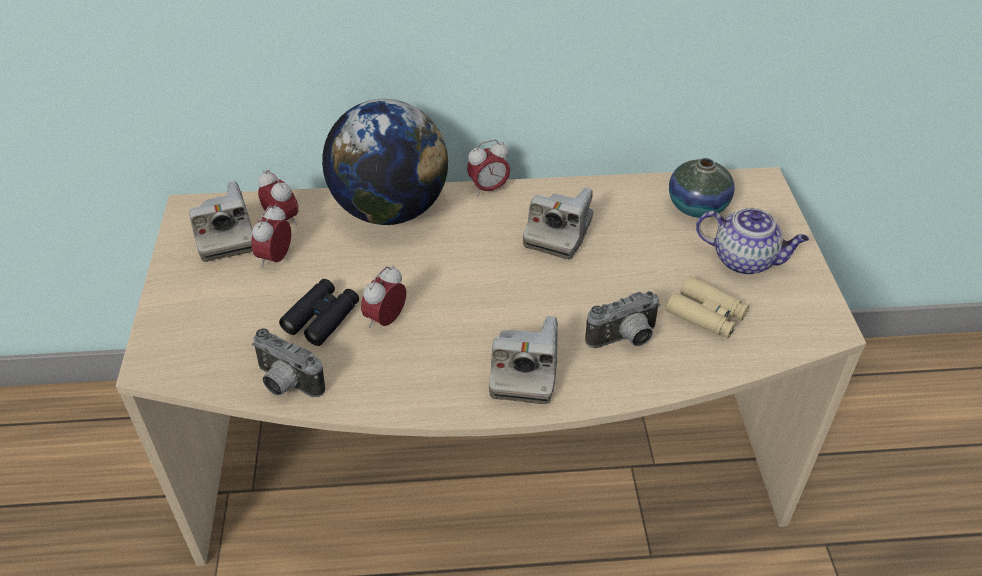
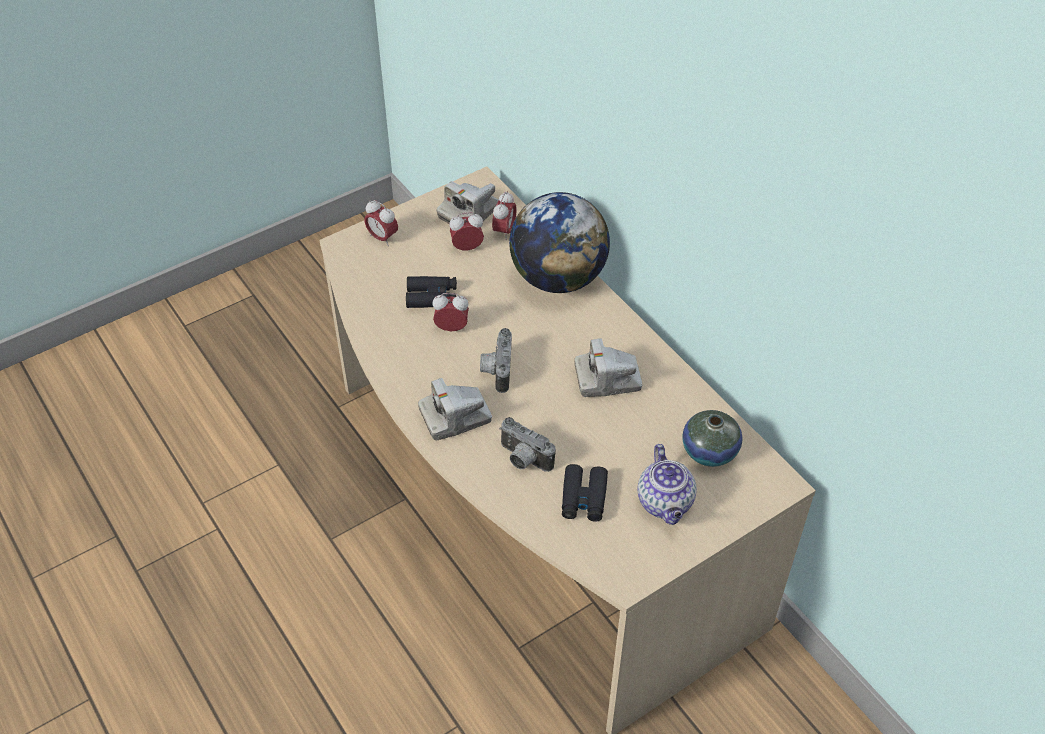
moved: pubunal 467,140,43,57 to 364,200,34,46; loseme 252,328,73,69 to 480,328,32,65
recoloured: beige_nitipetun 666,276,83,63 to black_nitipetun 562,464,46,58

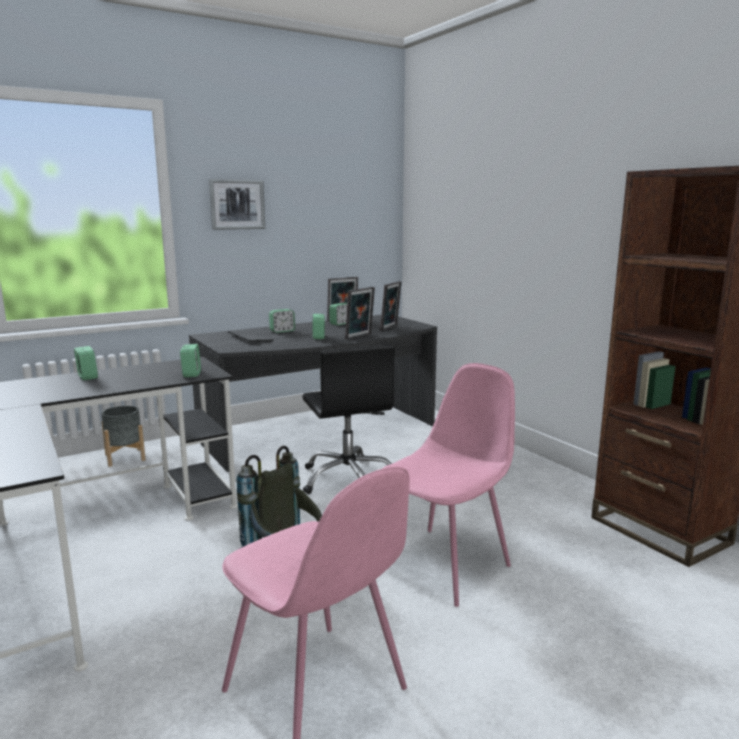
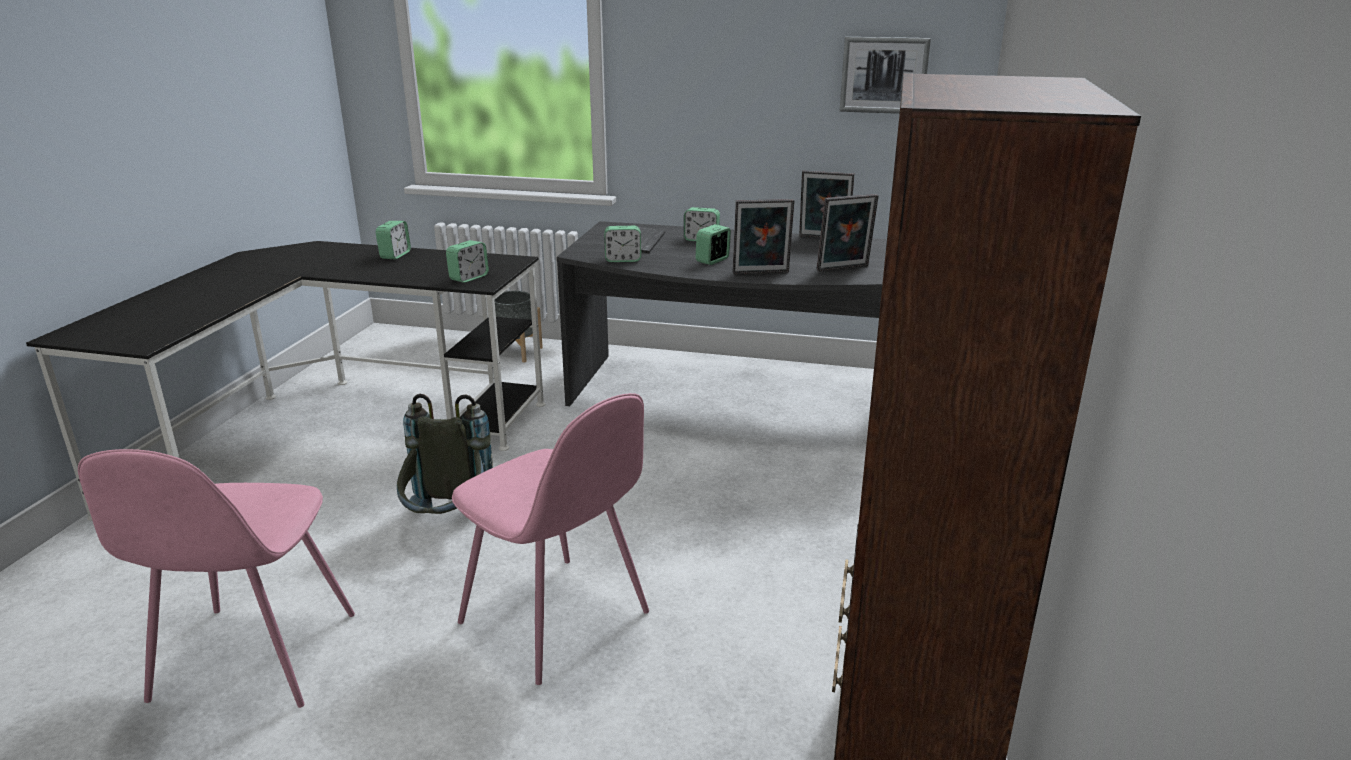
removed: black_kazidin 302,345,93,149
moved: pubunal 329,303,18,22 to 604,226,37,36; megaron 209,179,56,51 to 840,37,91,77
turned: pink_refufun 382,363,133,244 = 452,393,197,292 45 degrees clockwise

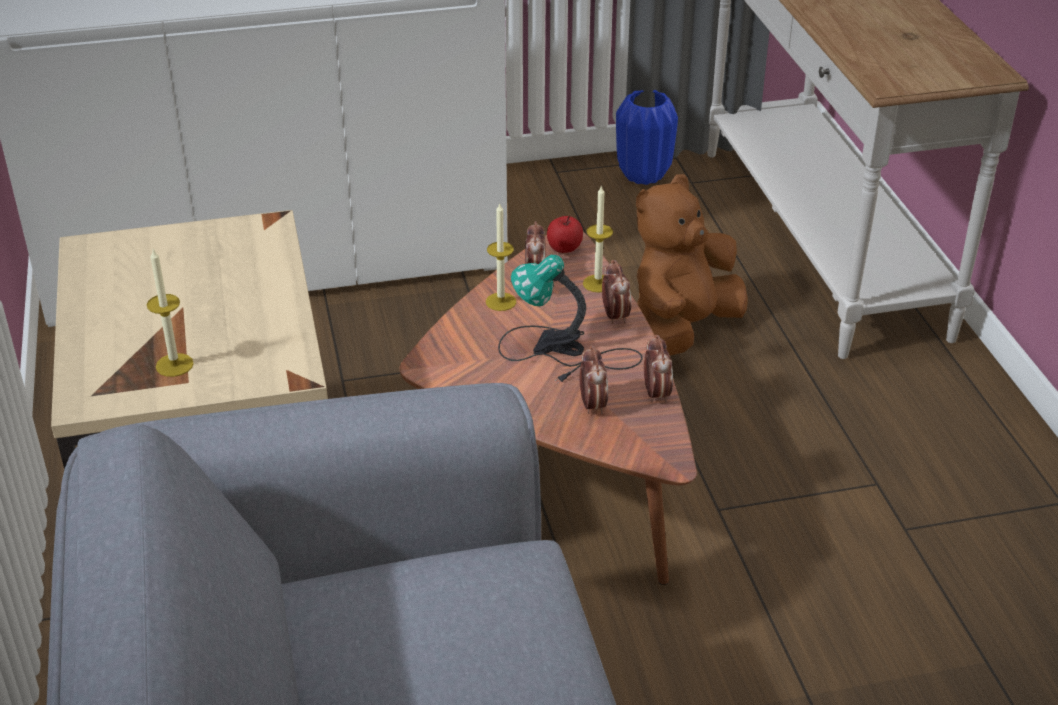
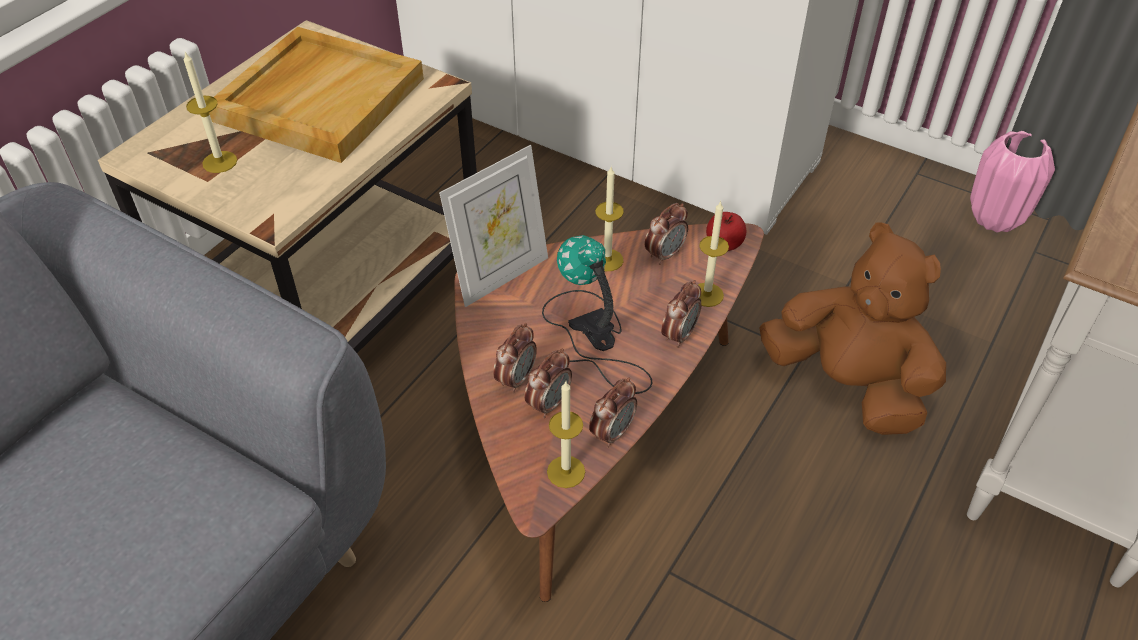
added: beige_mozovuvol 209,27,215,136; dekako 439,145,109,162; pubunal 493,323,43,70; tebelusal 547,381,38,107
recoloured: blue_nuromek 616,90,62,95 to pink_nuromek 970,131,85,102
turned: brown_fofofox 636,174,112,182 = 759,222,187,213 45 degrees clockwise

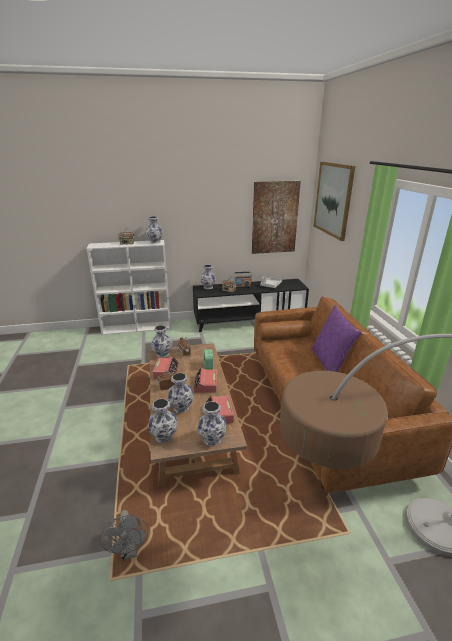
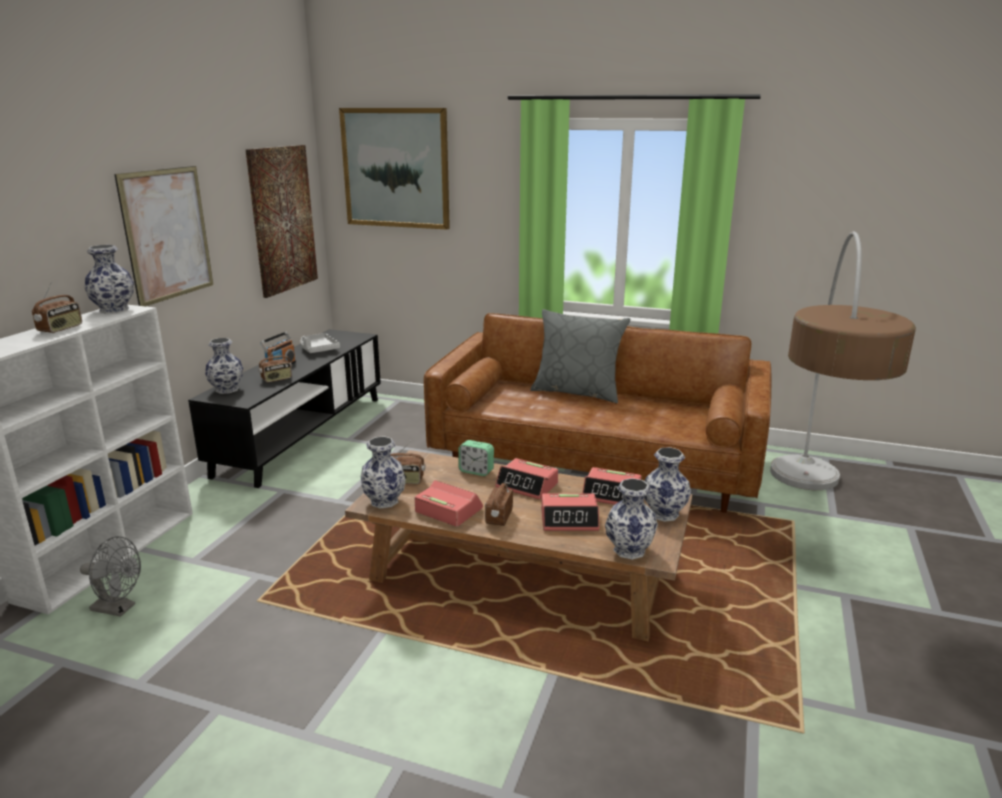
added: megaron 114,166,99,140
moved: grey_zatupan 100,510,48,51 to 80,536,61,81
replaced: nuromek 168,373,25,40 to pubunal 541,494,58,37
recoloured: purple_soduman 311,305,51,67 to grey_soduman 530,309,100,95

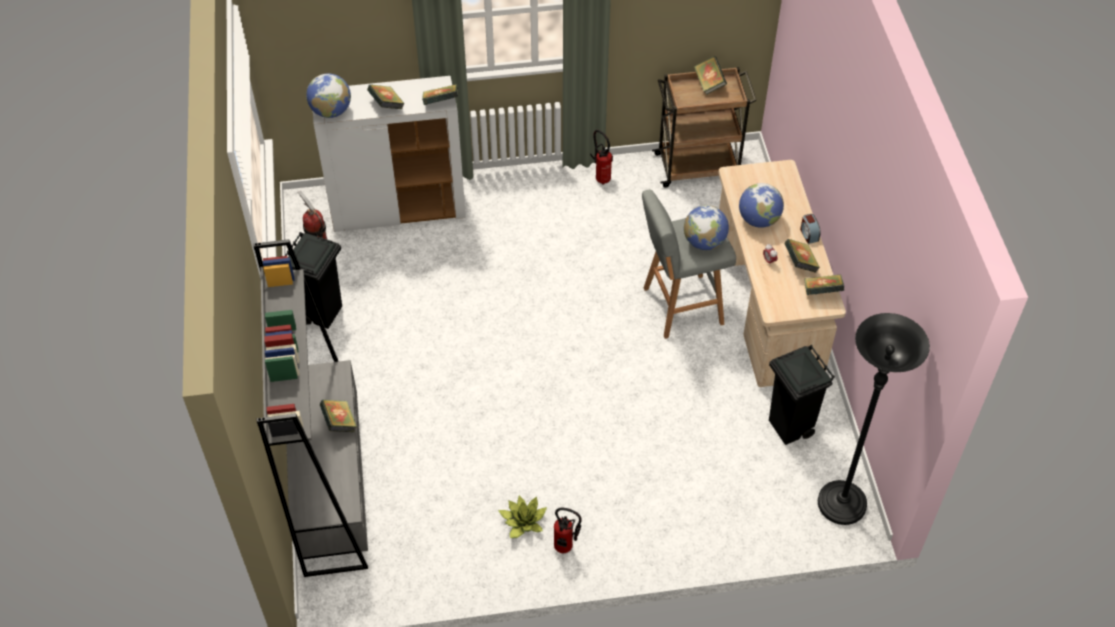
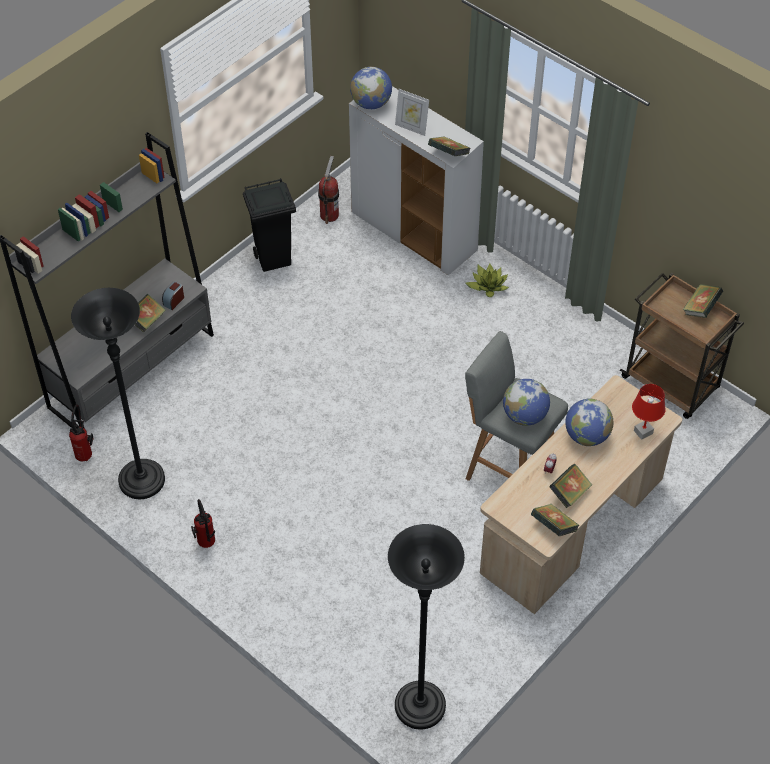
removed: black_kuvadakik 769,345,66,100
added: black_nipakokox 71,288,94,211; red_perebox 632,384,34,56
moved: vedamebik 590,130,23,55 to 69,404,25,57; pubunal 800,214,21,30 to 162,281,22,29; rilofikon 498,495,49,43 to 466,263,43,34
replaced: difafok 367,85,38,24 to dekako 395,89,34,47

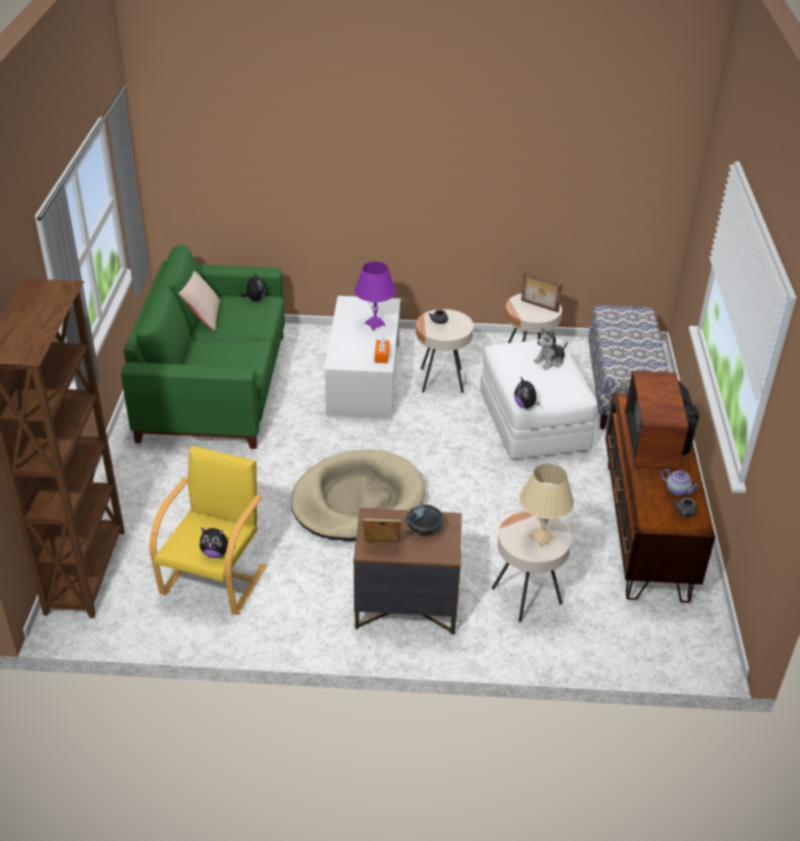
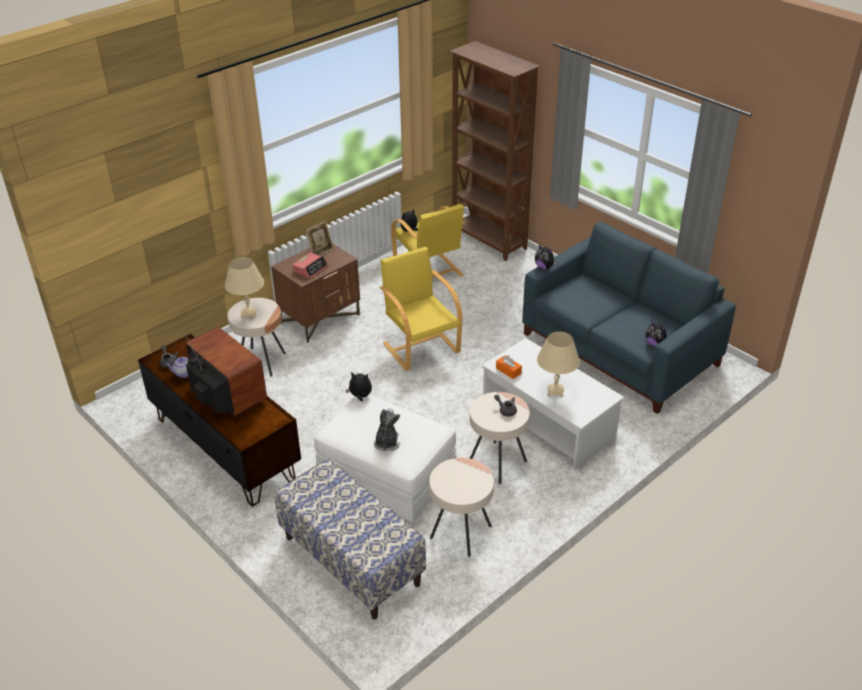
removed: beige_soduman 179,271,41,60; dekako 521,272,41,41
added: fofofox 535,245,22,24
replaced: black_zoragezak 406,504,38,32 to pubunal 293,252,35,27; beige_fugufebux 291,450,134,91 to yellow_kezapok 379,247,83,124
recoloured: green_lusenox 121,245,164,204 to blue_lusenox 522,222,214,192; purple_perebox 354,262,42,69 to beige_perebox 537,331,43,66

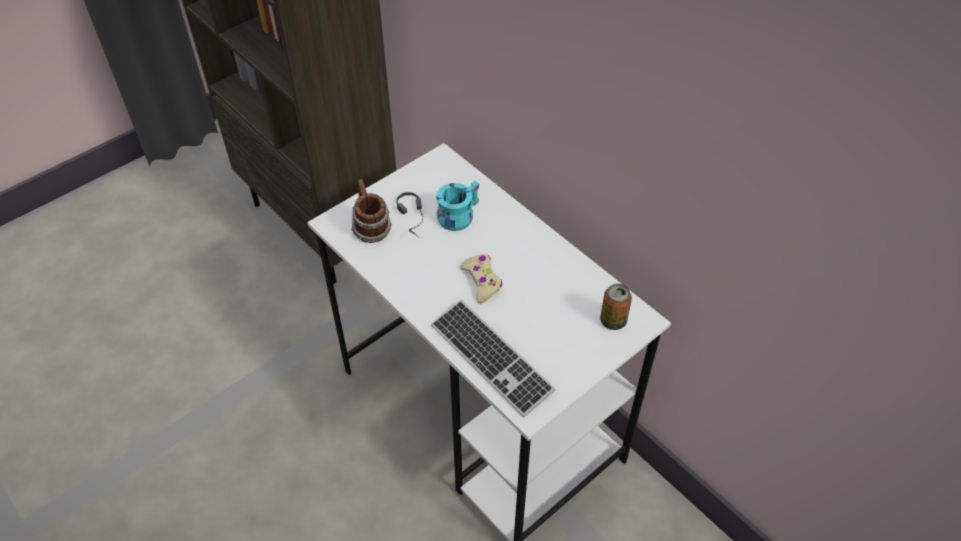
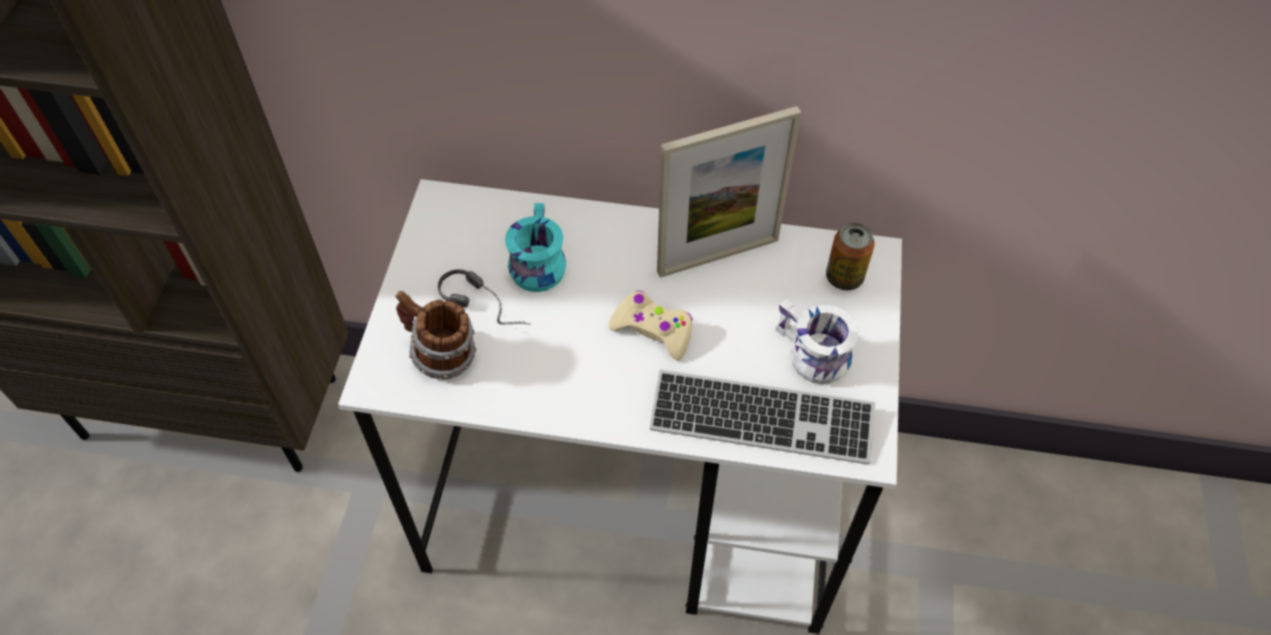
added: dekako 657,106,144,172; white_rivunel 775,299,84,85

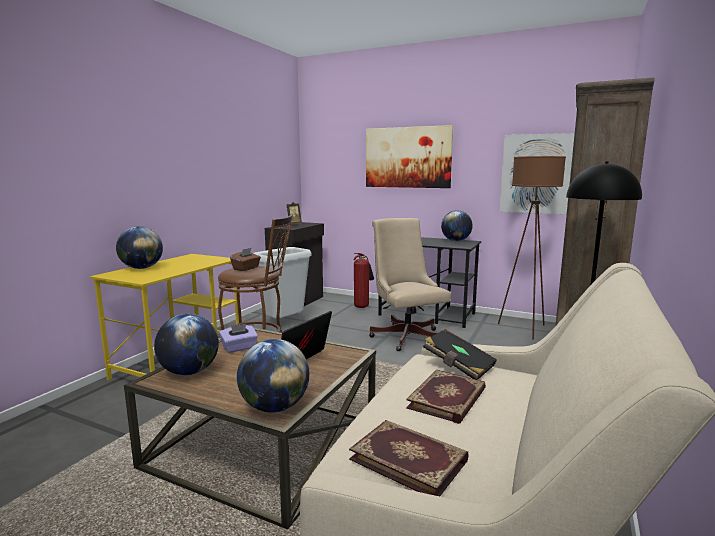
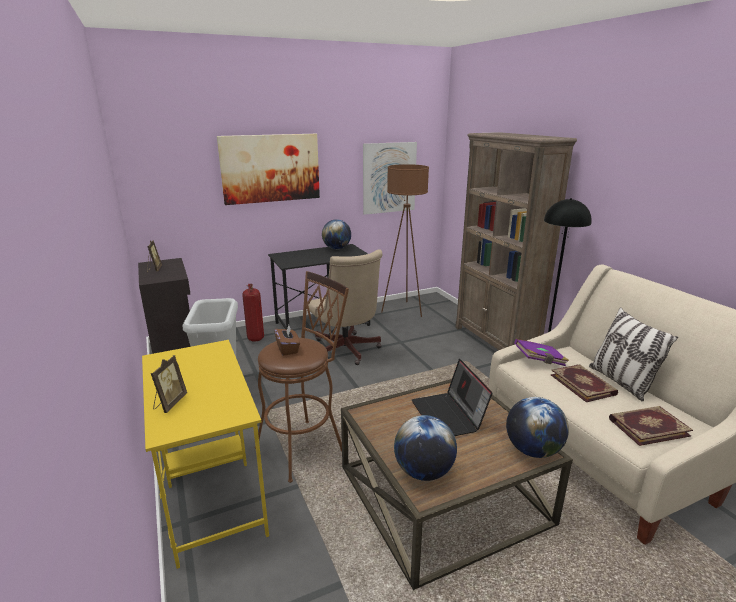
removed: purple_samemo 219,324,39,29
added: soduman 589,307,89,95
replaced: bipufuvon 116,226,47,43 to dekako 151,355,36,58
recoloured: black_difafok 423,329,74,51 to purple_difafok 514,339,55,27
turned: beige_kazidin 369,218,82,133 = 308,249,74,116 135 degrees counterclockwise

